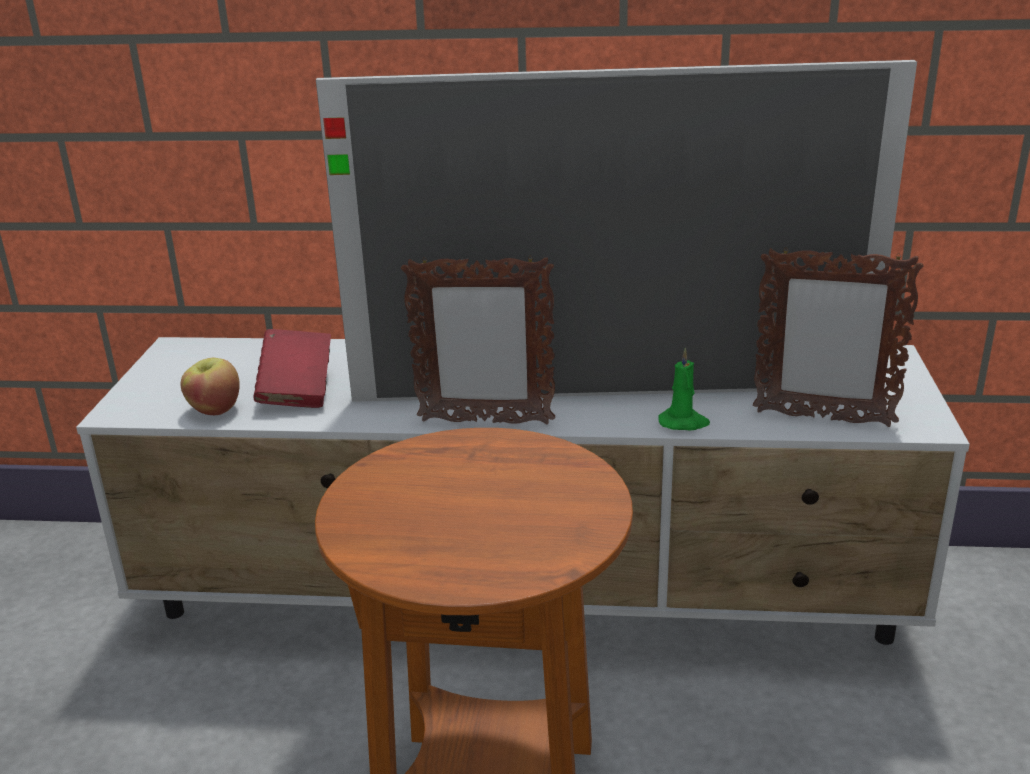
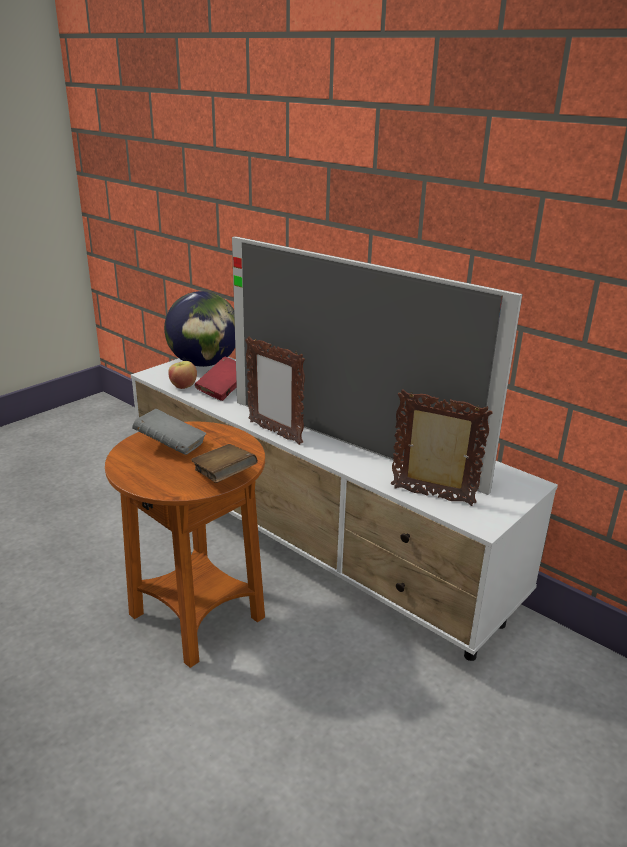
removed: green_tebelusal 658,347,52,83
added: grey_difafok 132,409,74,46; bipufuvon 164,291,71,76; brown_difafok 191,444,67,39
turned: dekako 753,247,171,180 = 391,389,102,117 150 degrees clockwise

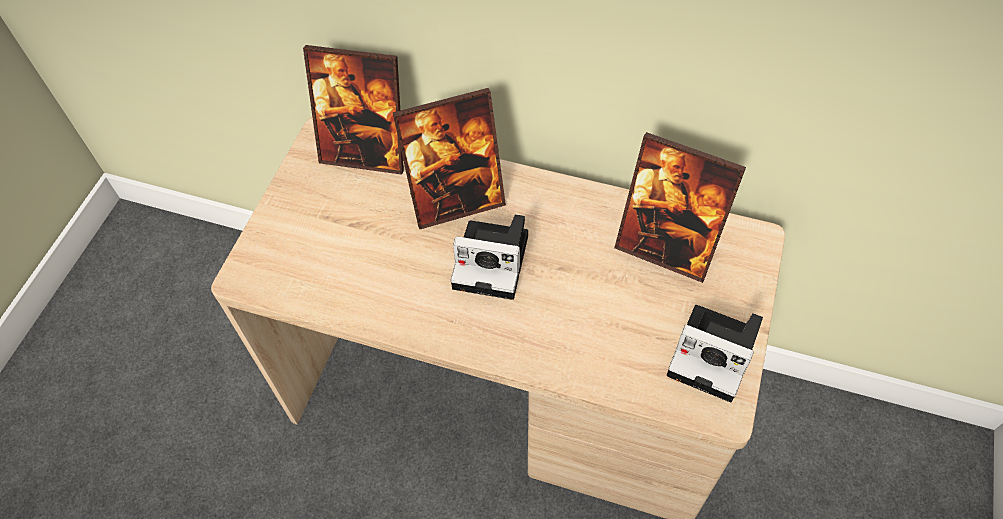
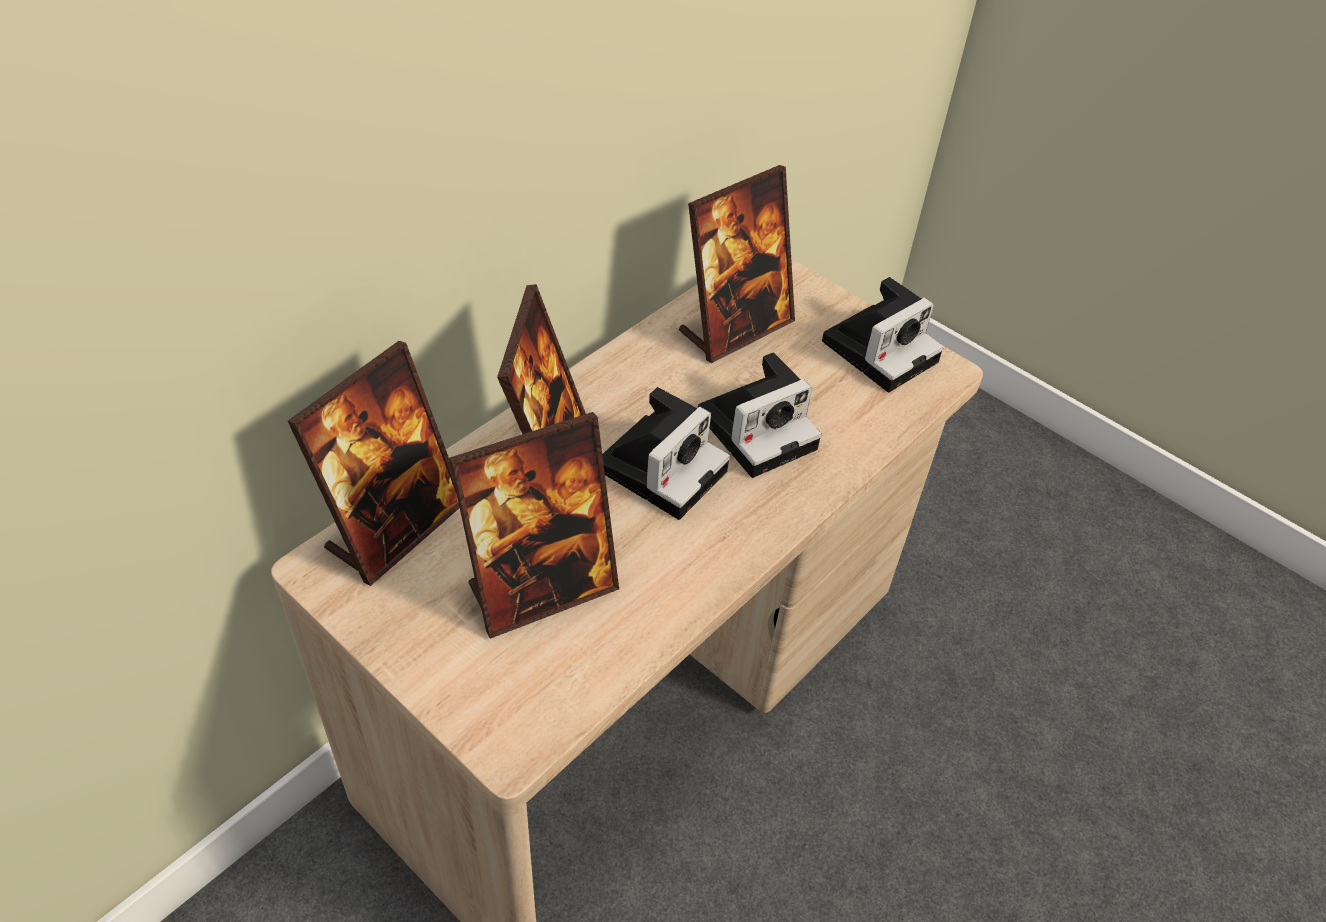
added: dekako 449,412,170,227; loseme 698,352,124,126

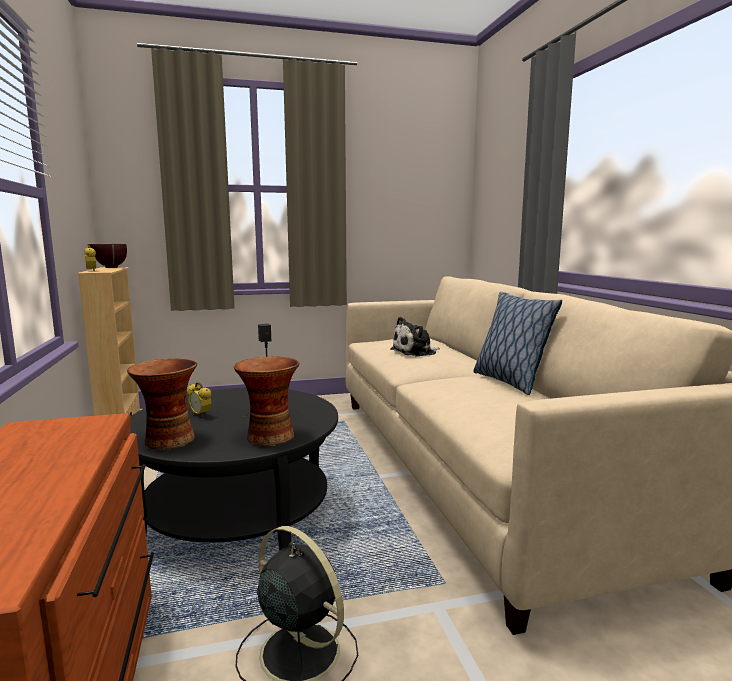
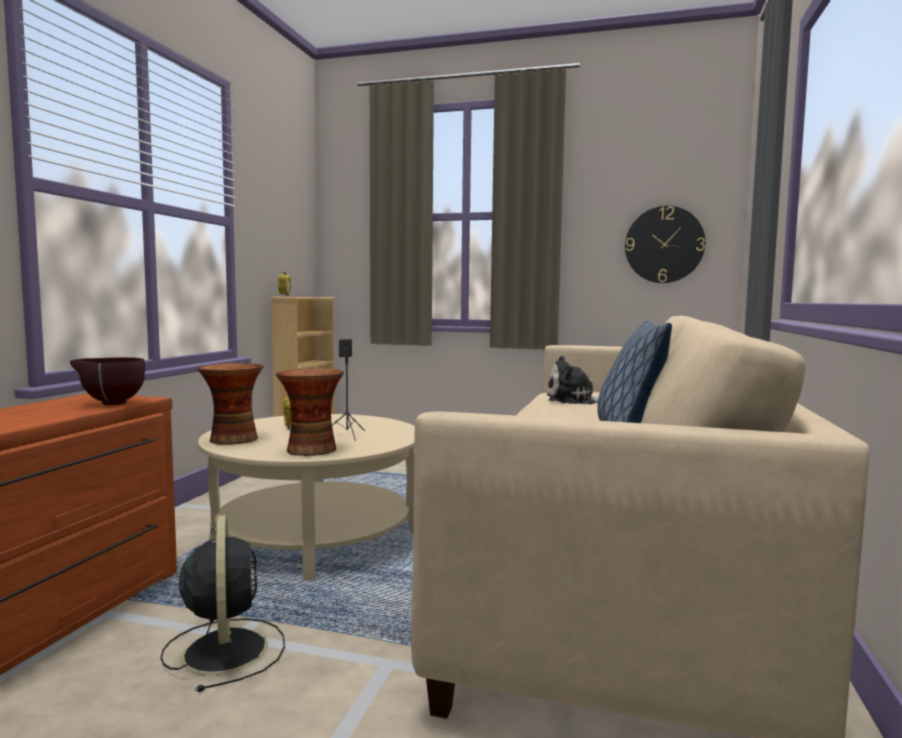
added: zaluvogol 625,206,80,77
moved: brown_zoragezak 88,244,39,24 to 70,357,75,48
recoloured: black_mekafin 130,388,208,163 to beige_mekafin 198,414,217,167

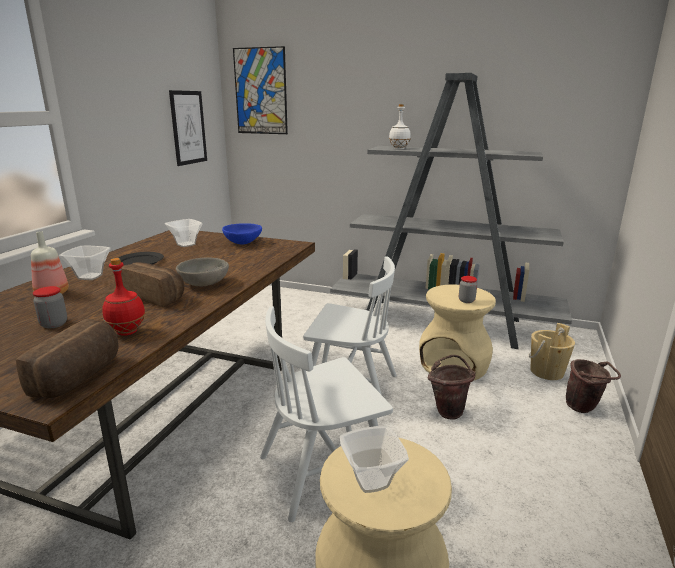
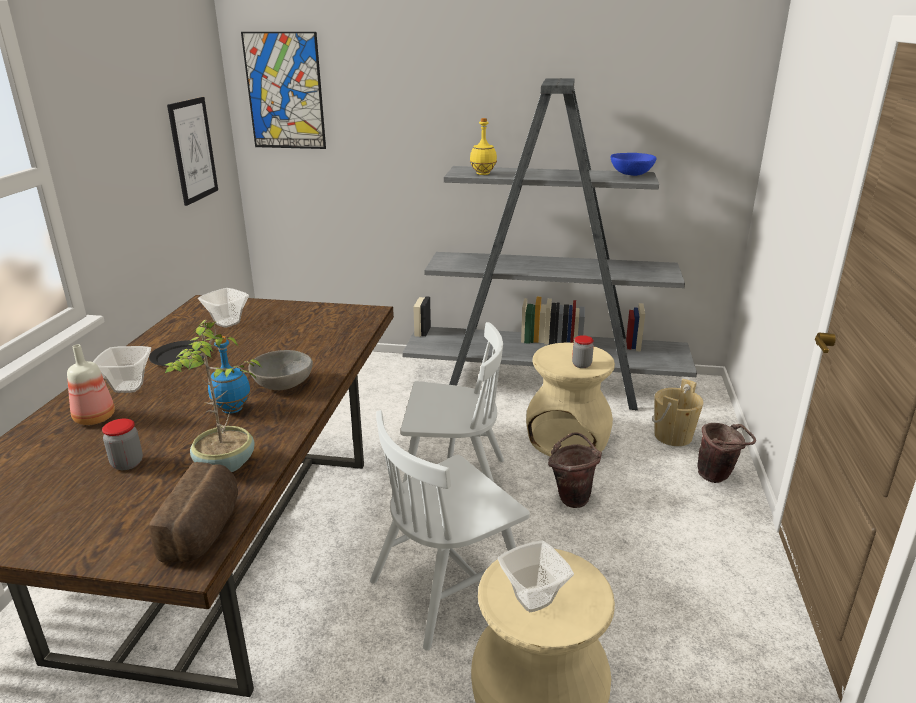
moved: blue_zoragezak 222,224,40,21 to 610,153,47,23
replaced: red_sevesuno 102,258,44,78 to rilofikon 164,320,97,152; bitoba 121,262,63,45 to blue_sevesuno 208,336,43,78
recoloured: white_sevesuno 389,104,22,45 to yellow_sevesuno 470,118,27,57

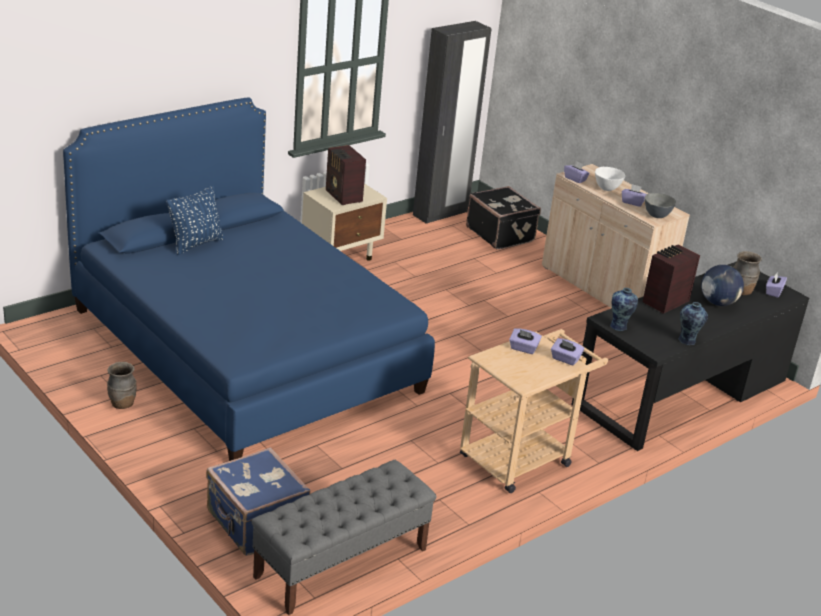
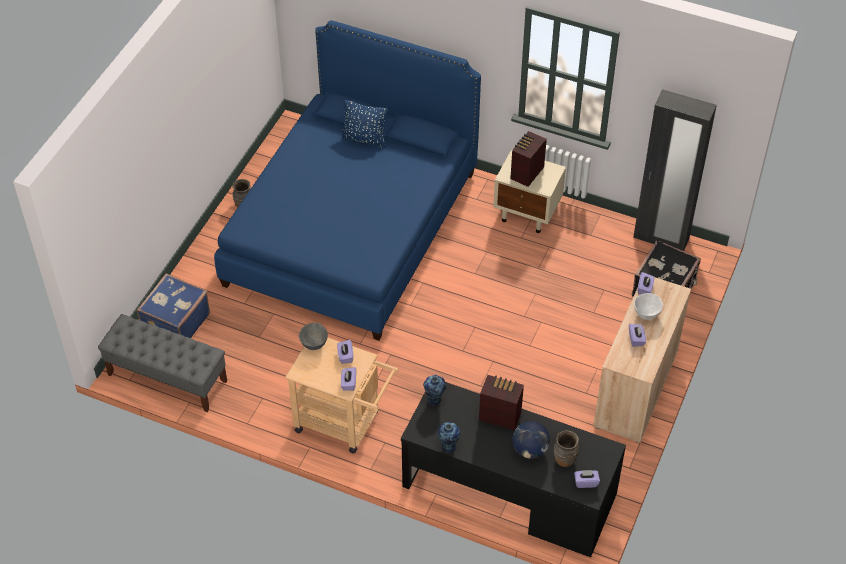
moved: grey_zoragezak 645,193,31,25 to 299,323,29,27

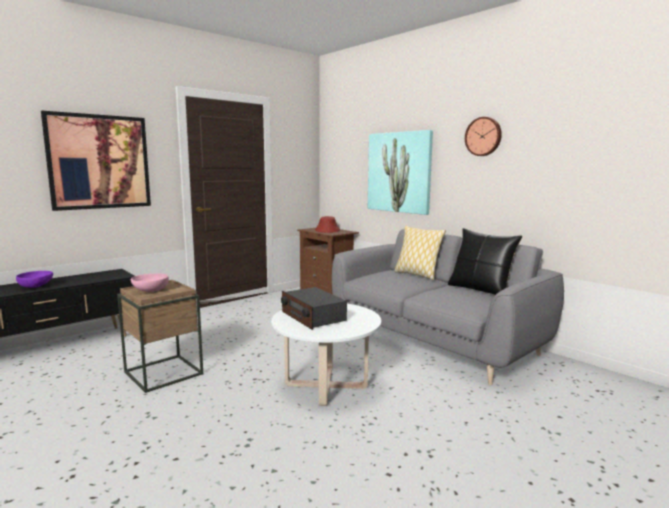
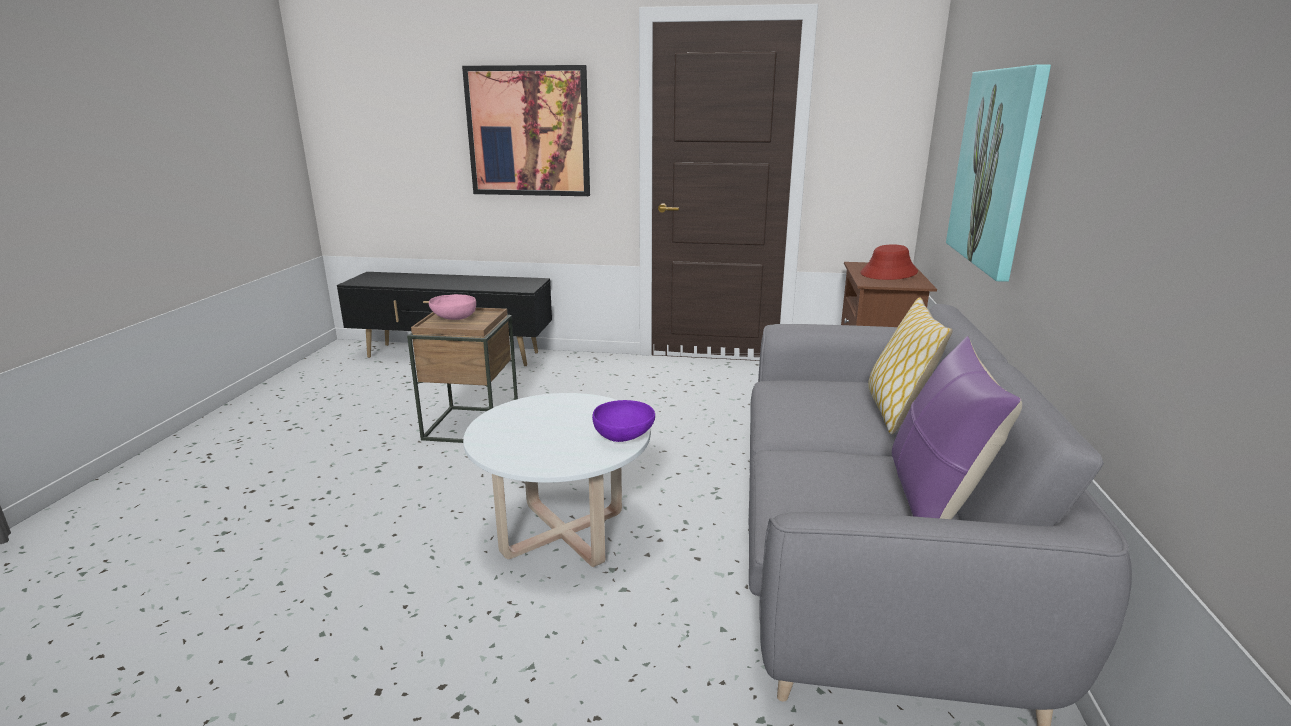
removed: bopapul 281,287,66,43; zaluvogol 465,117,37,39
moved: purple_zoragezak 16,271,37,17 to 592,400,63,42
recoloured: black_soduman 448,228,74,67 to purple_soduman 892,336,130,183

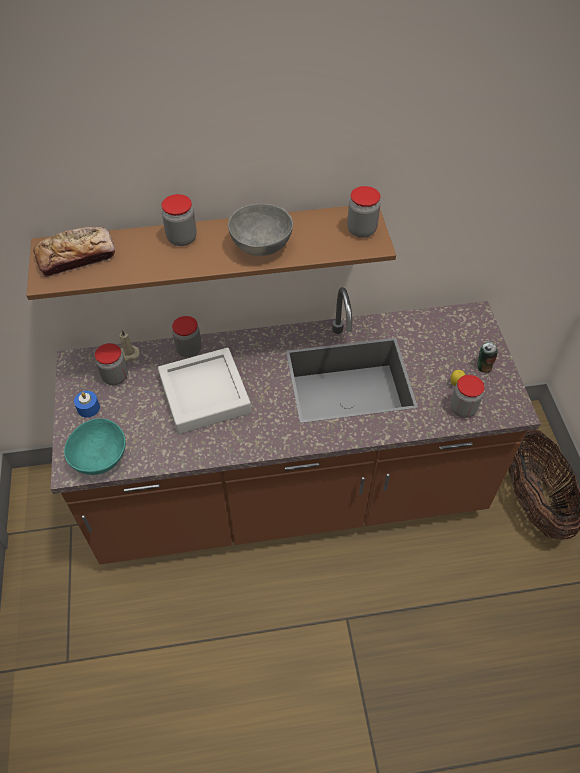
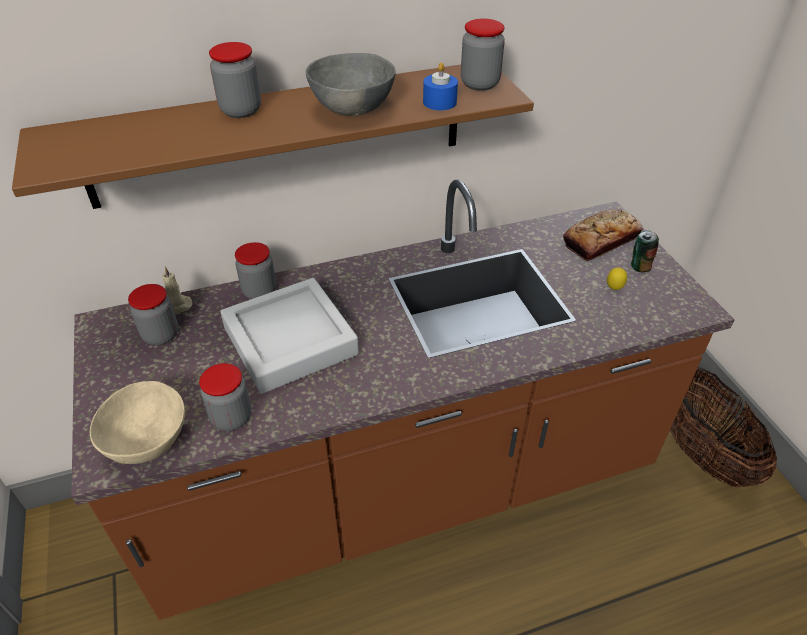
moved: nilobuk 450,375,35,43 to 199,363,52,68; blue_tebelusal 74,391,26,27 to 423,62,35,48; bitoba 33,227,82,50 to 563,209,80,52
recoloured: turquoise_zoragezak 64,419,62,56 to beige_zoragezak 90,381,95,83

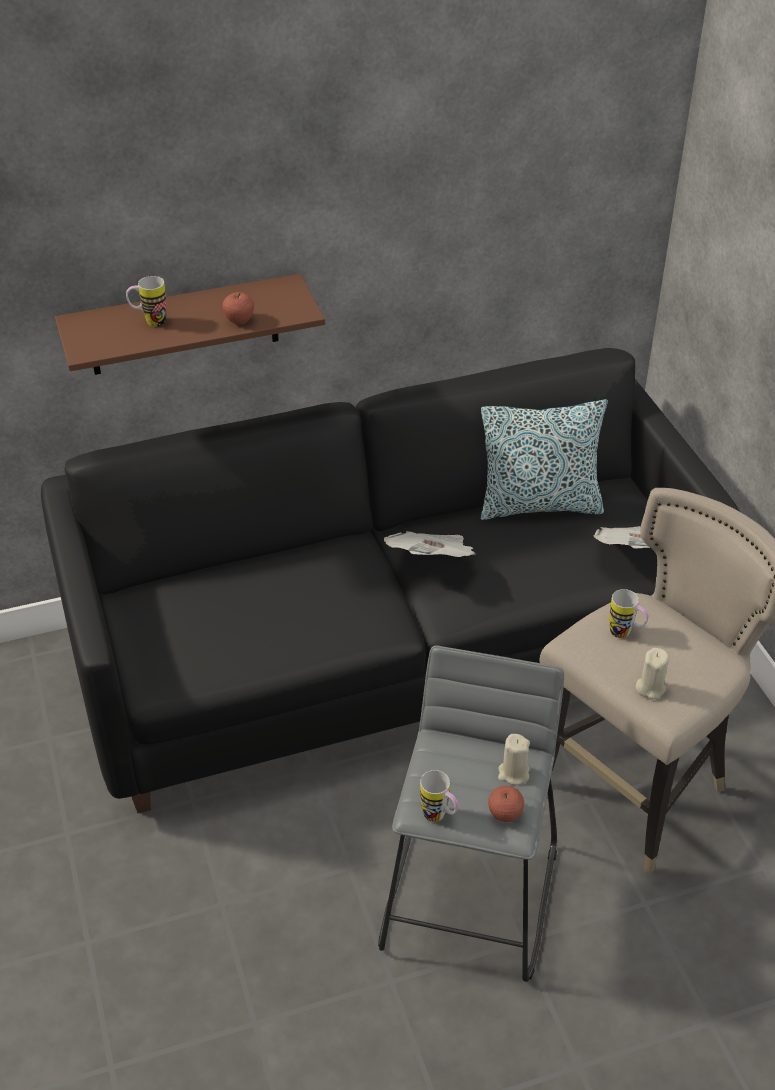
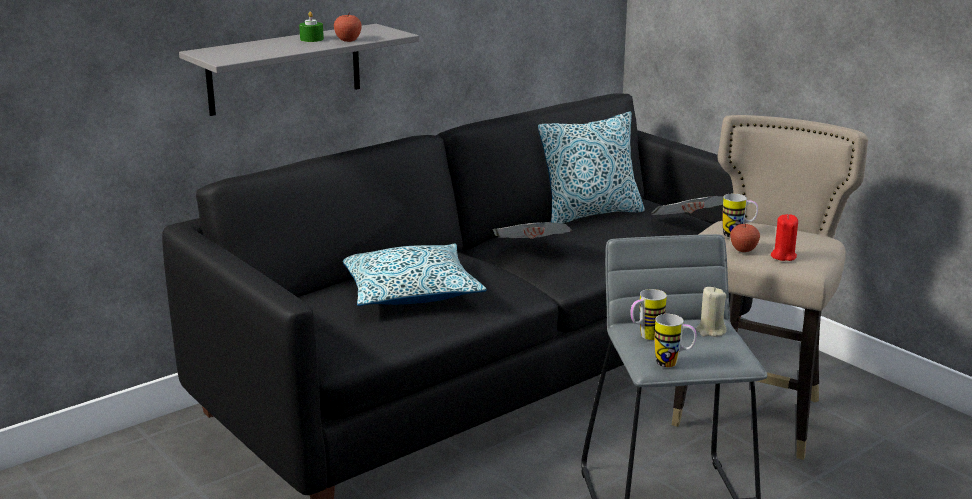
added: green_tebelusal 299,11,25,31; soduman 343,244,144,62
moved: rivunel 126,276,40,51 to 630,289,37,51; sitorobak 488,786,36,36 to 730,223,30,29
recoloured: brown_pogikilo 55,274,270,101 to grey_pogikilo 179,24,240,92; beige_tebelusal 636,648,33,51 to red_tebelusal 771,214,27,47

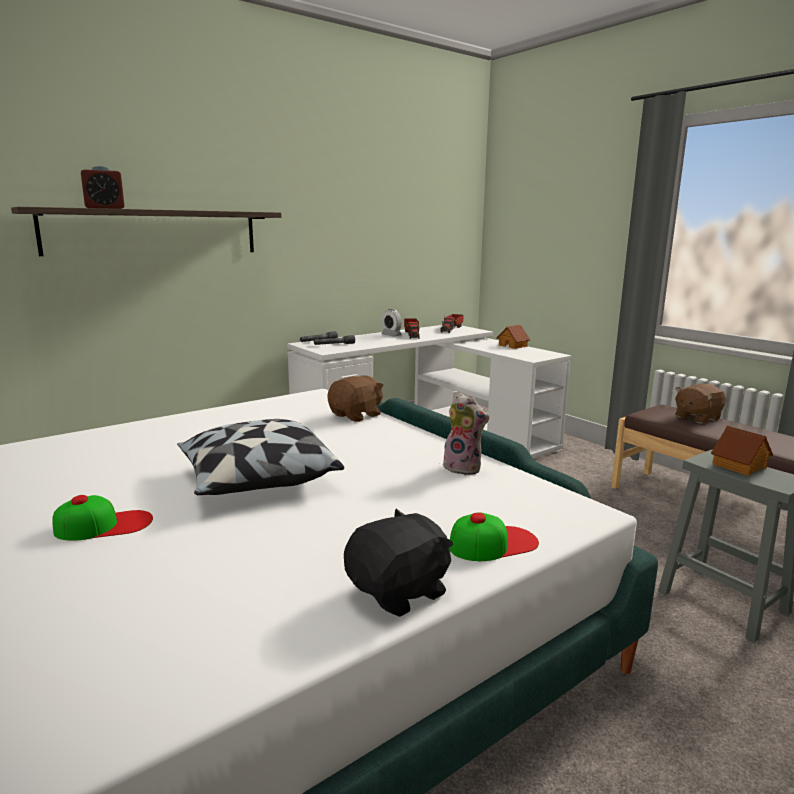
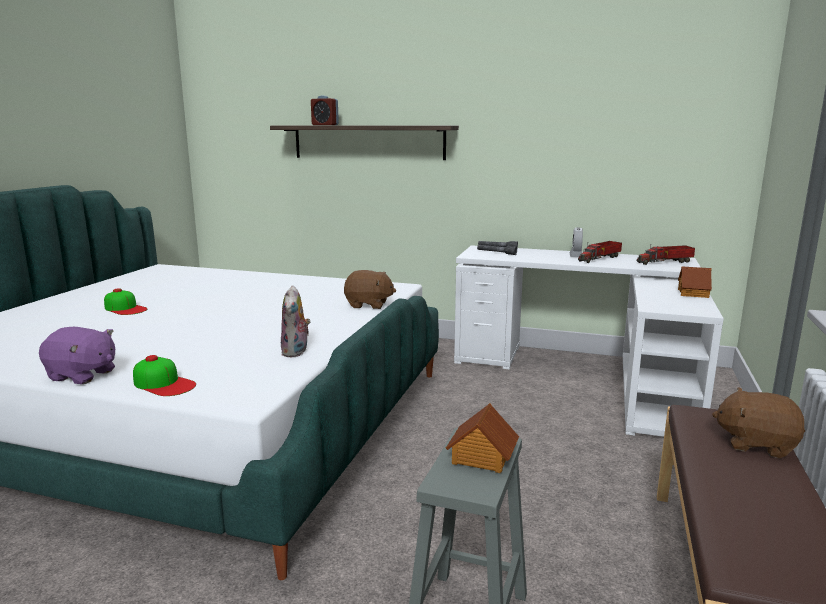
removed: soduman 177,419,167,76
recoloured: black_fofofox 344,509,109,108 to purple_fofofox 39,327,76,57

